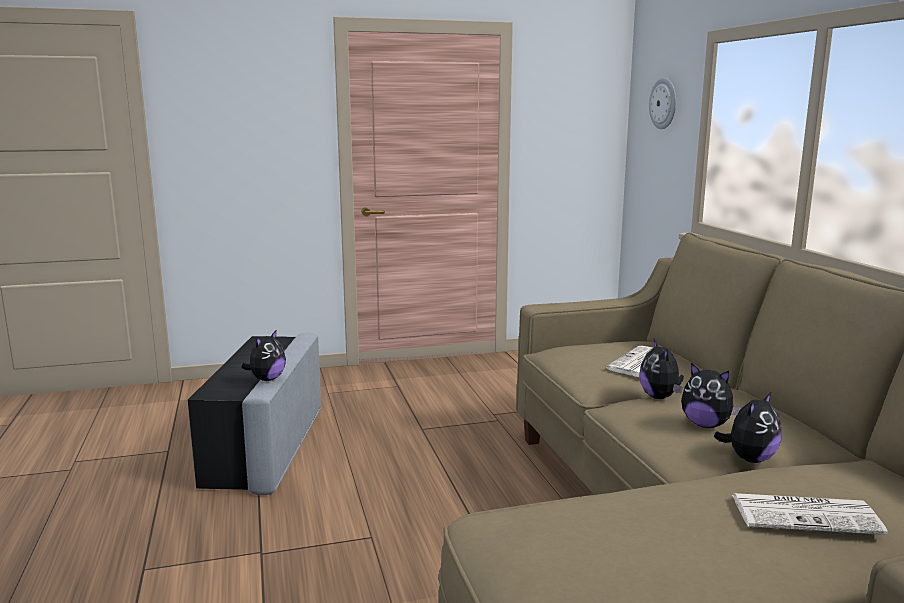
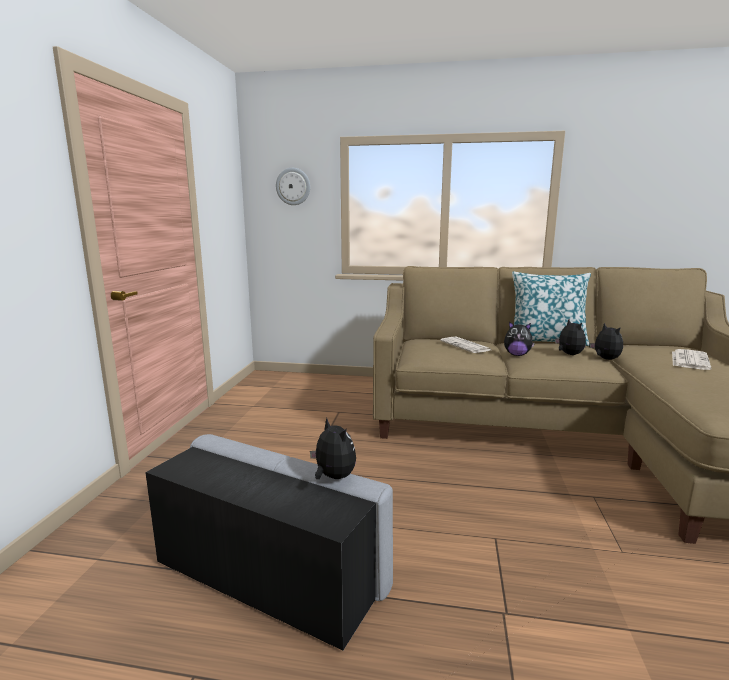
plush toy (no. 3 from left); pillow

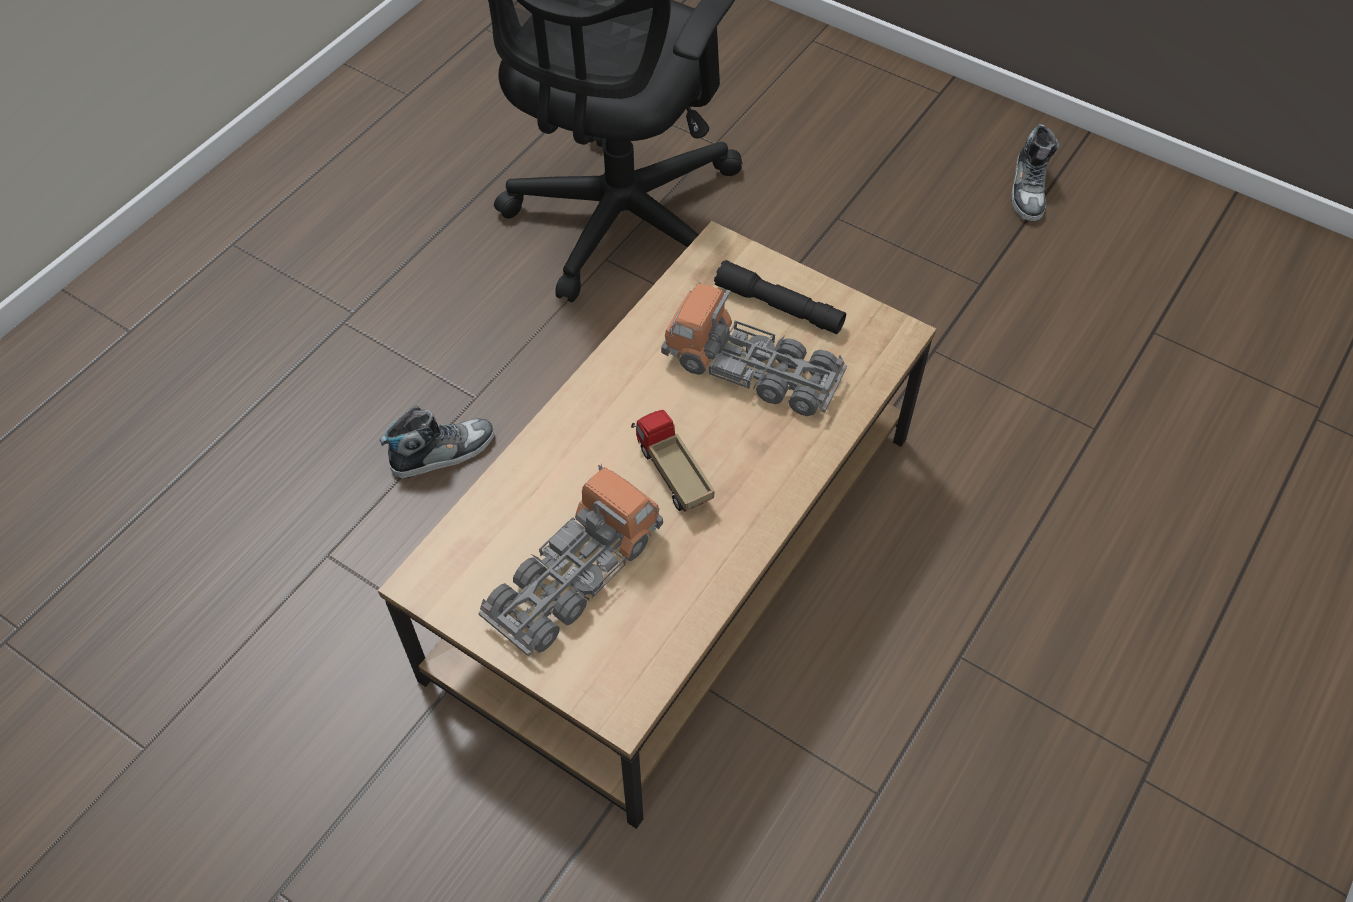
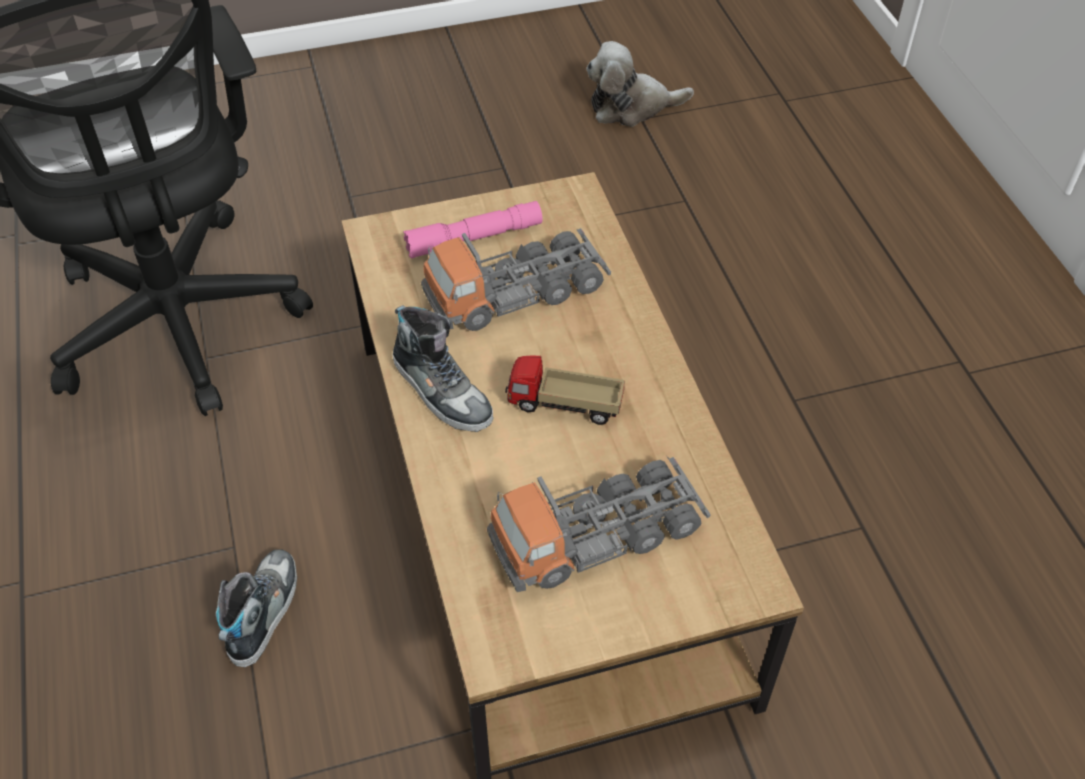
shoe (no. 2 from left); flashlight/pink; toy truck (no. 3 from left); plush toy

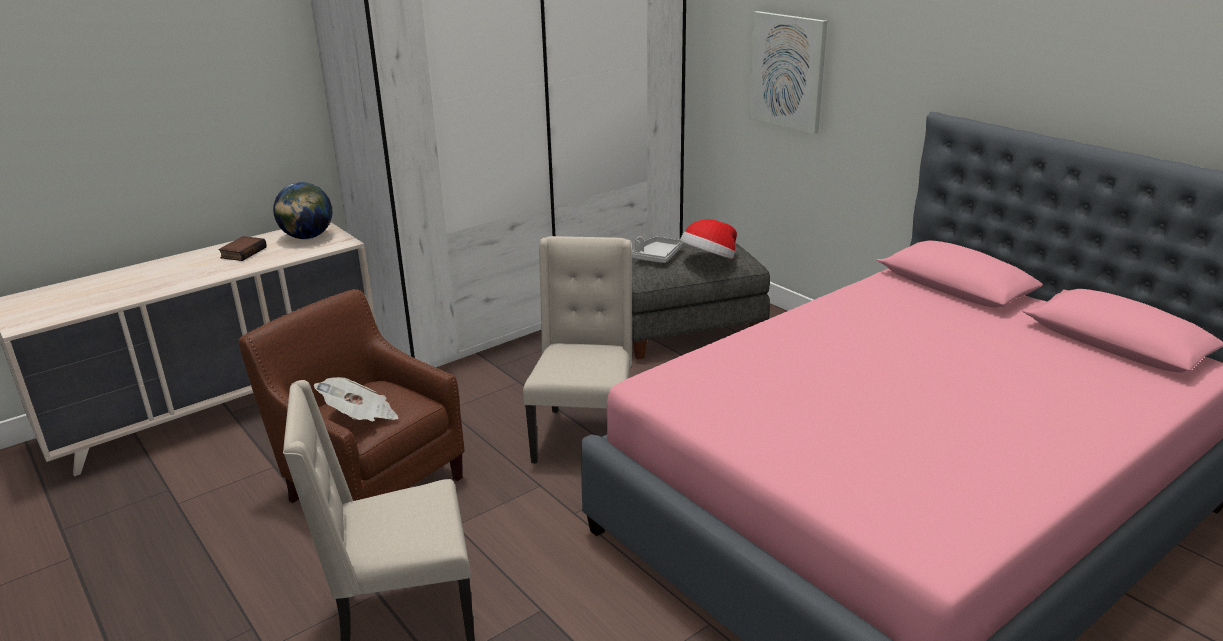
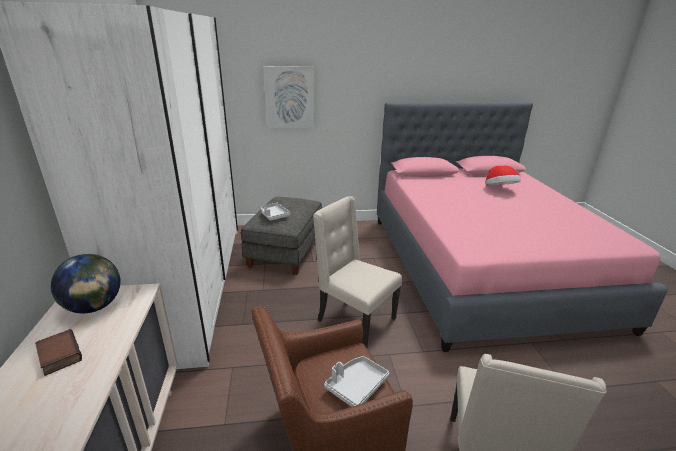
hat; tray/grey (no. 2 from left)

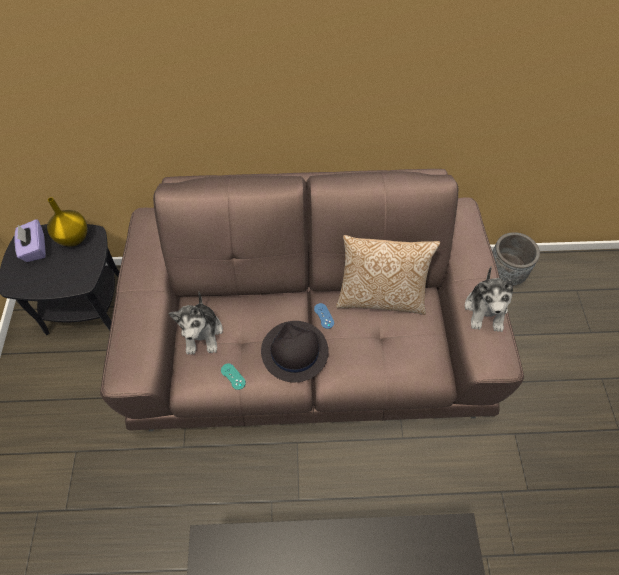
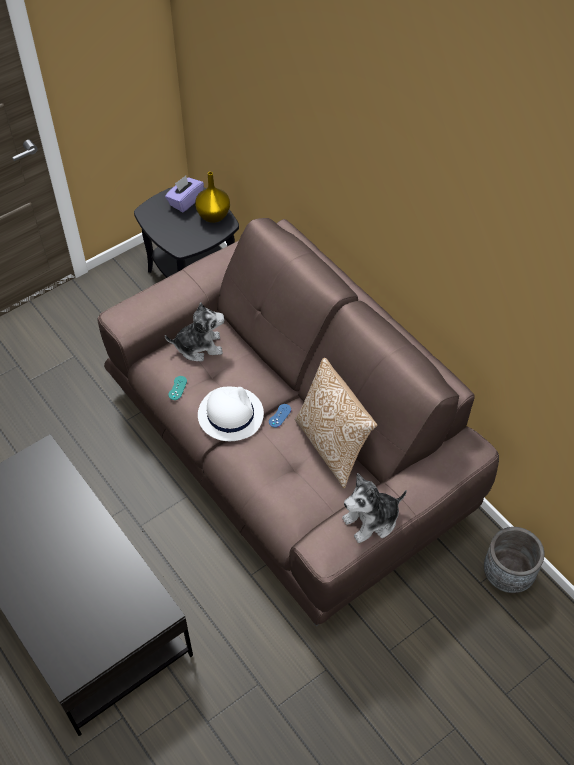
plush toy (no. 1 from left); hat/white

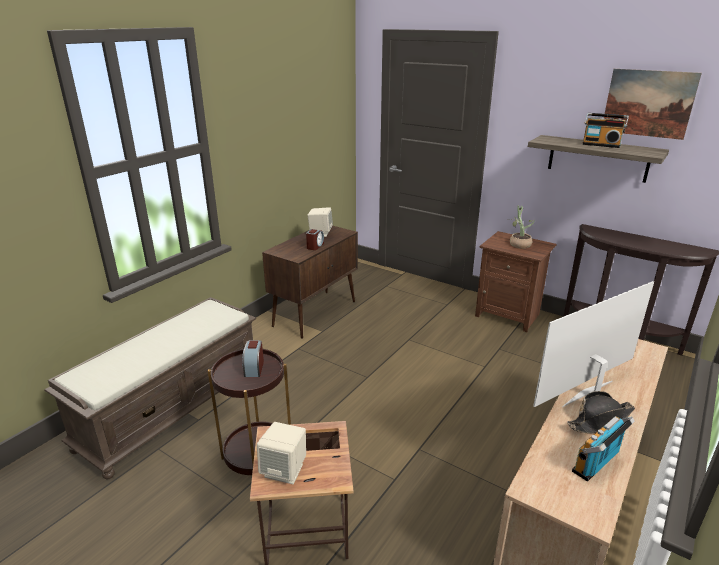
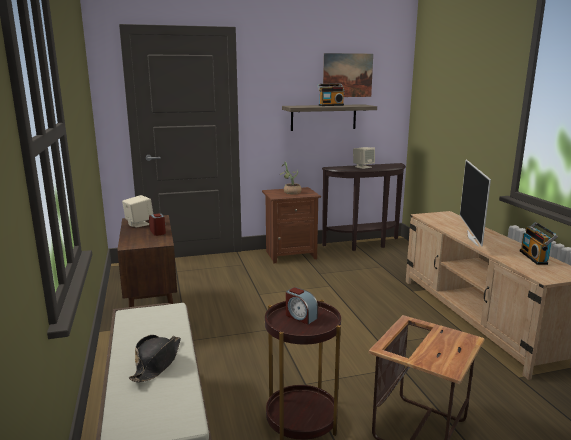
hat/black; speaker/beige (no. 2 from left)

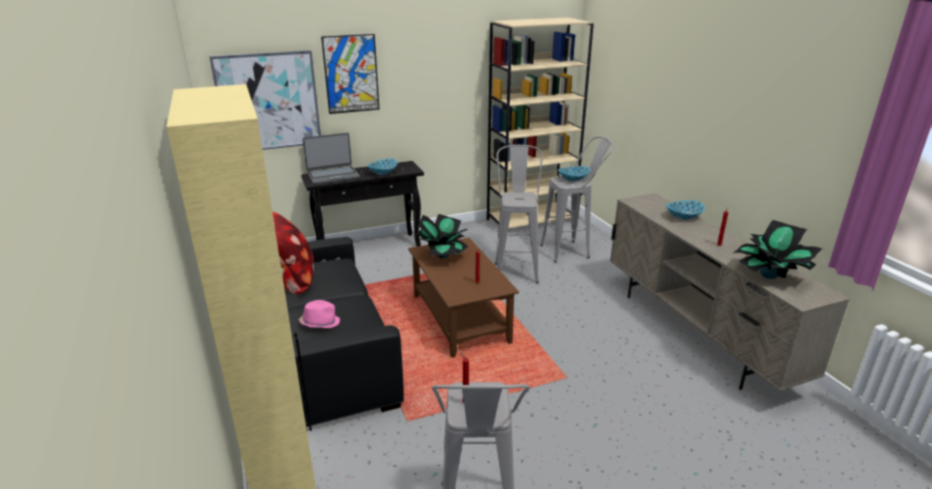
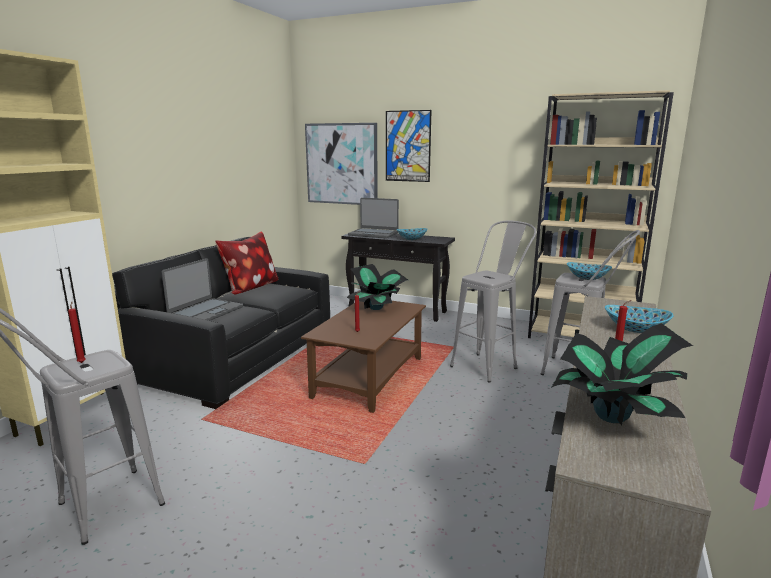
laptop (no. 1 from left)

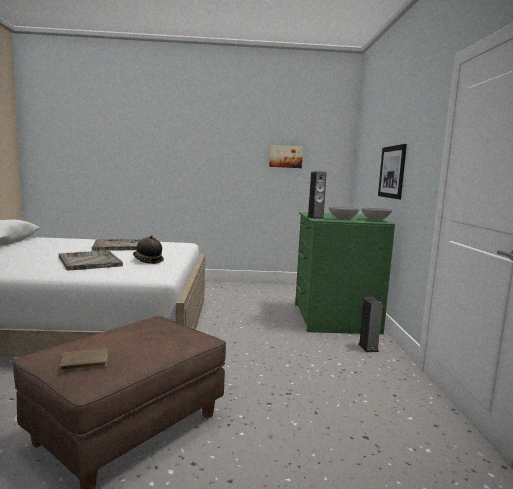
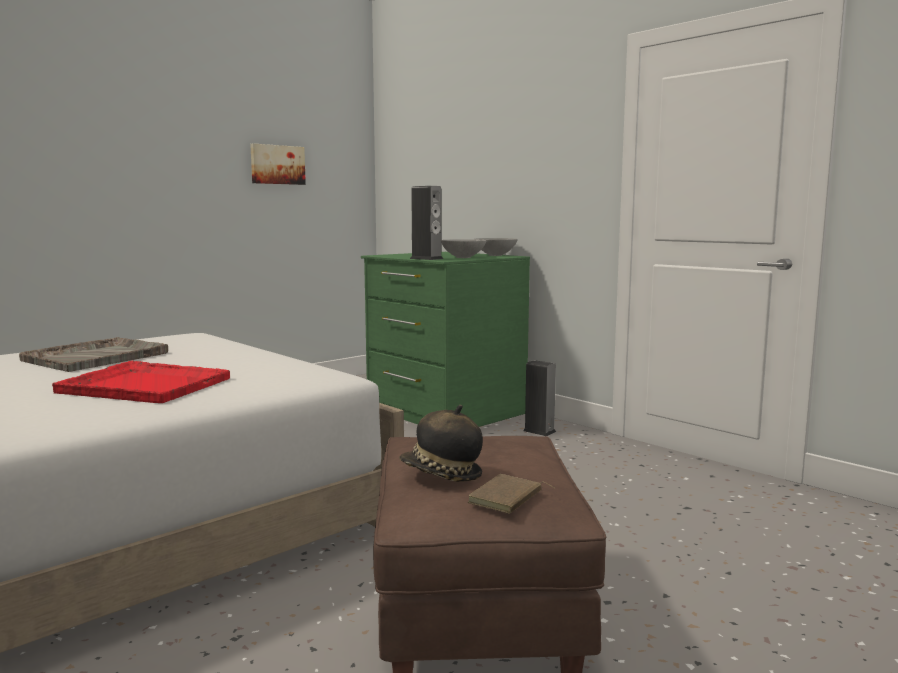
picture (no. 2 from left in the first image); hat; tray/red

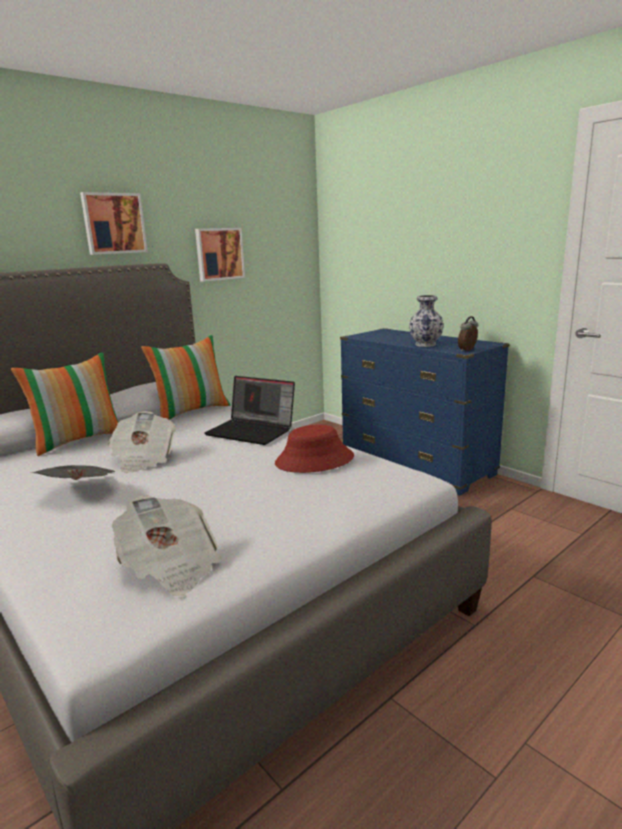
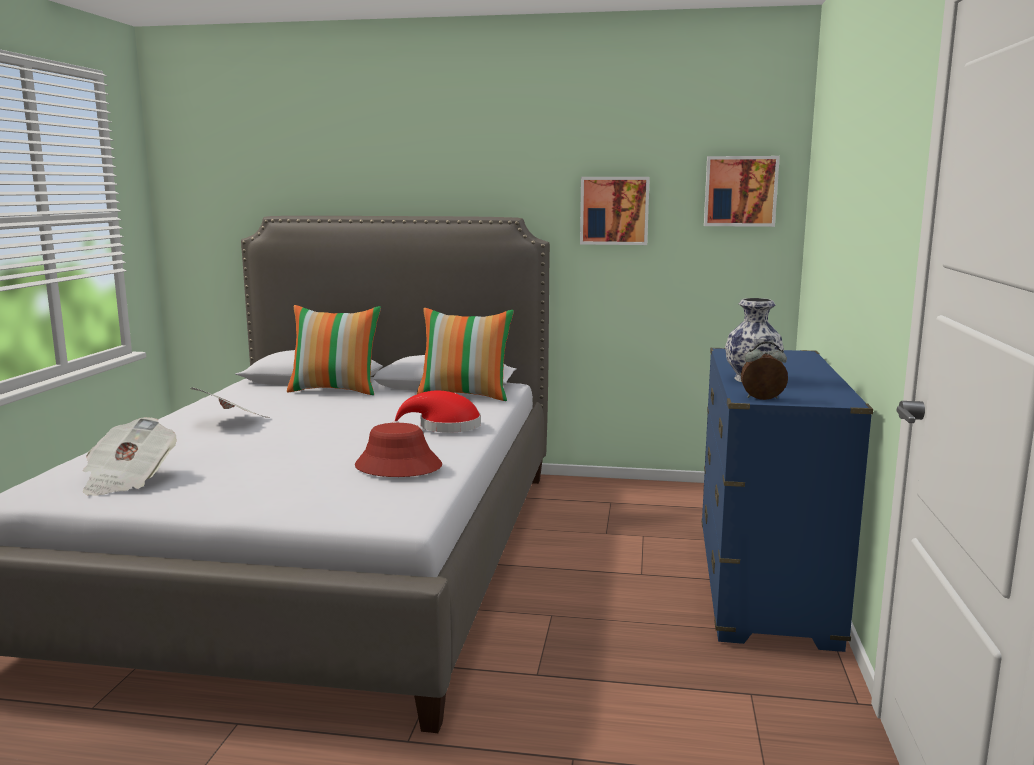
picture (no. 2 from left); hat/red (no. 2 from left); newspaper (no. 2 from left in the first image)

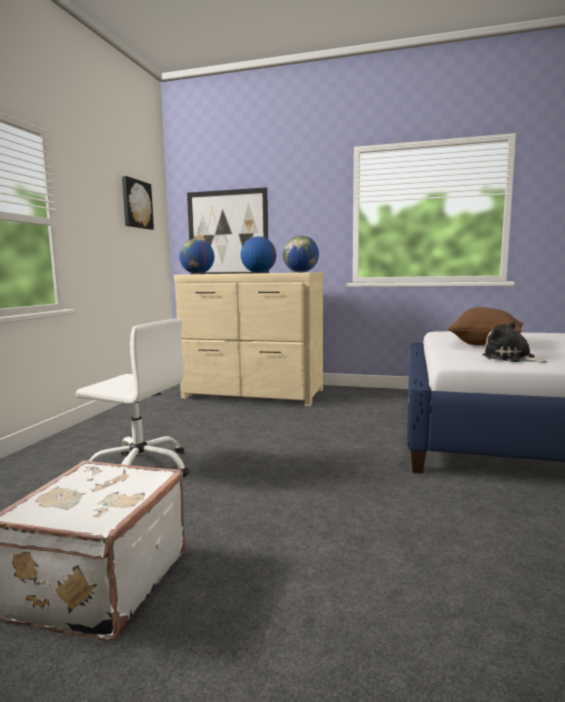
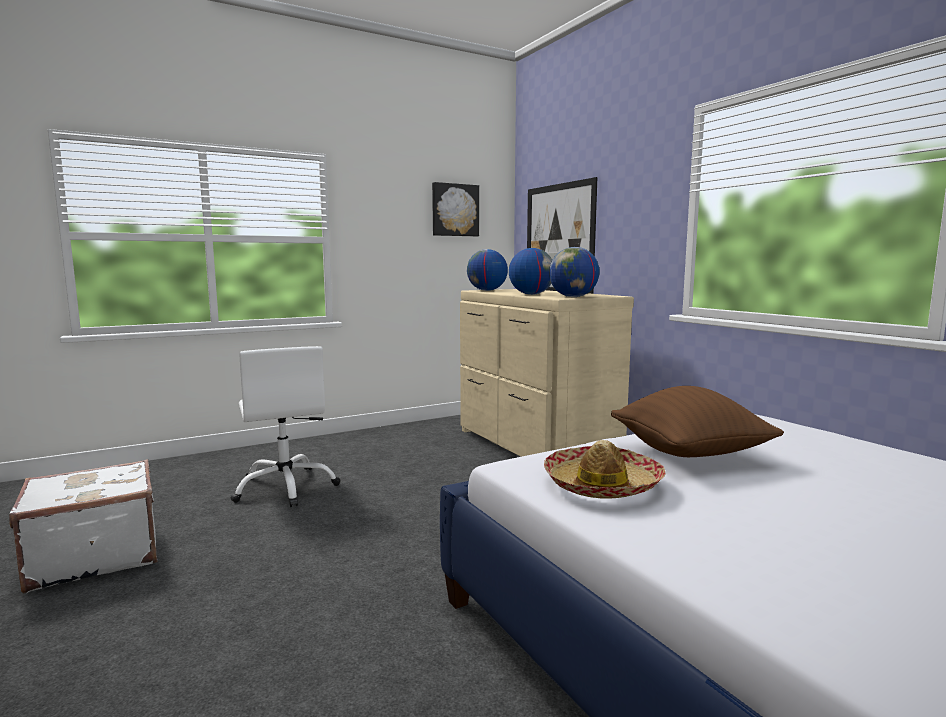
hat

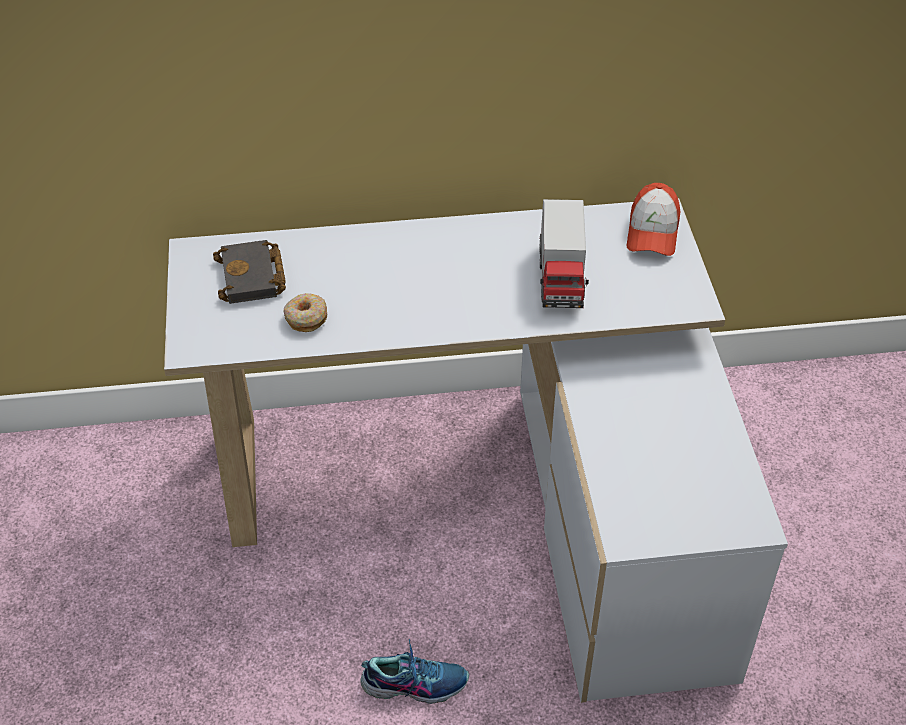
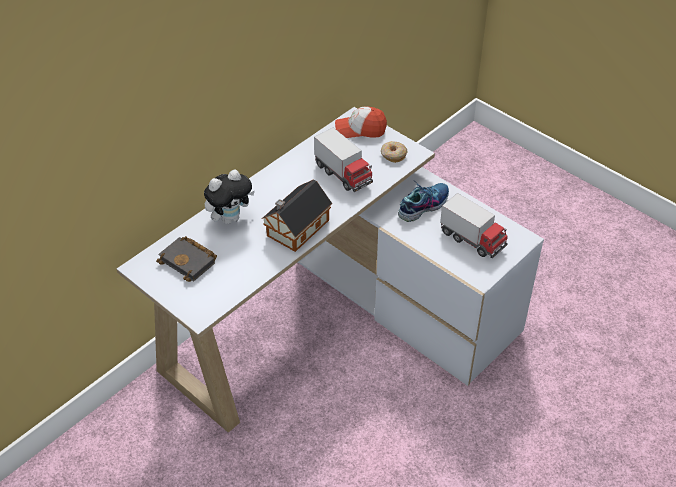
cap; donut; shoe; plush toy; toy house; toy truck (no. 2 from left)

